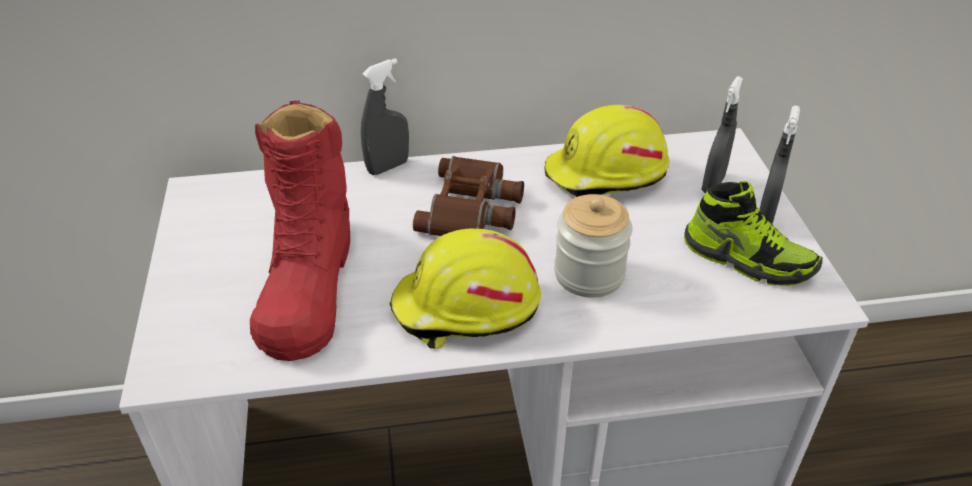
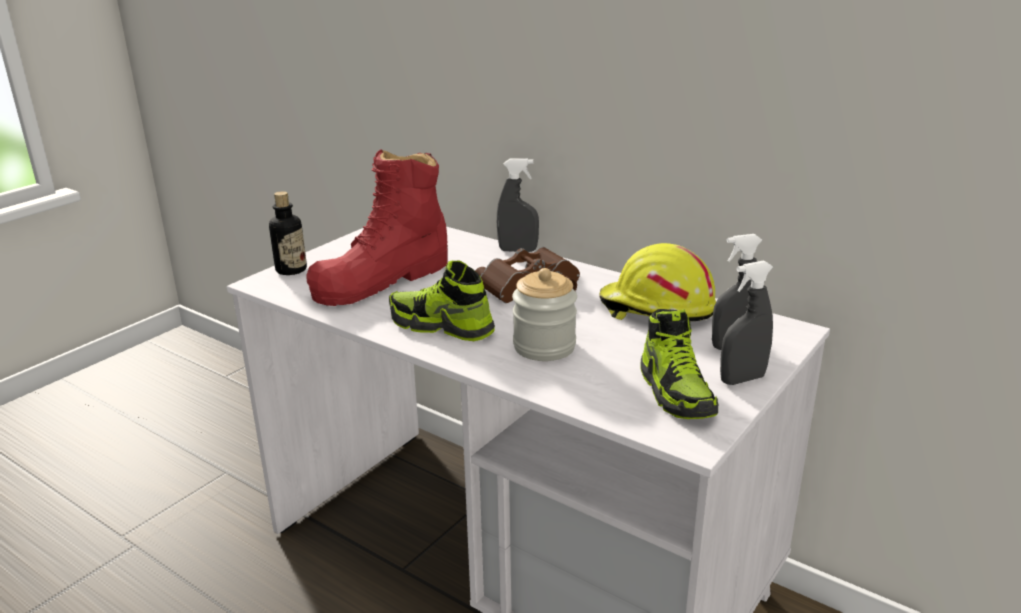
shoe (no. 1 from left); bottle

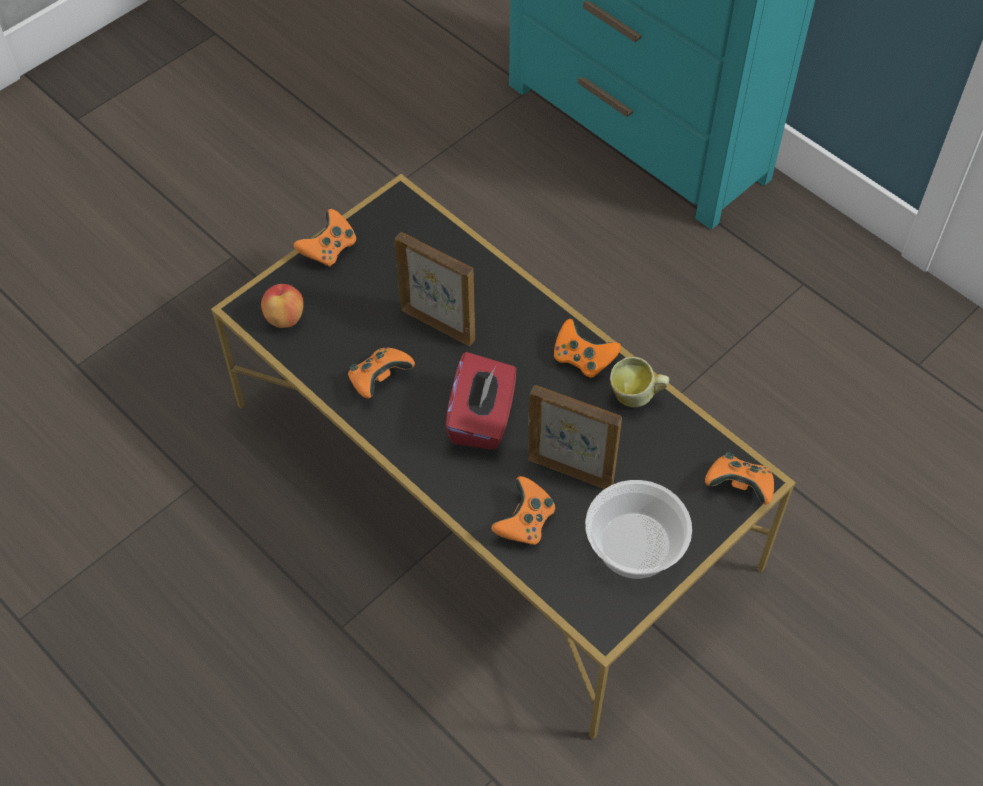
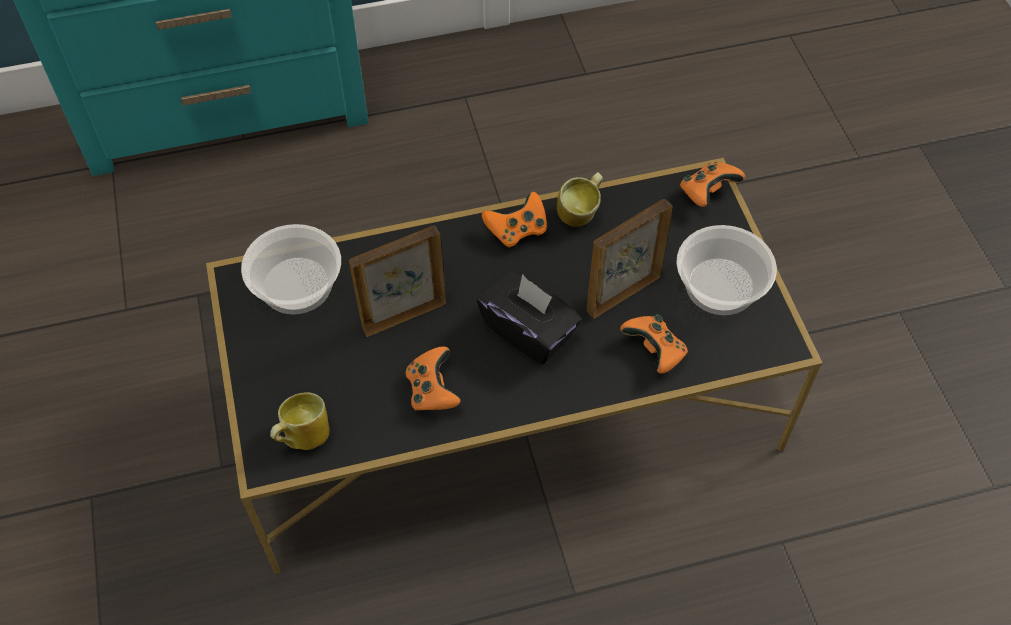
game controller/orange (no. 1 from left in the first image); mug (no. 1 from left); tissue box/black; bowl (no. 1 from left)

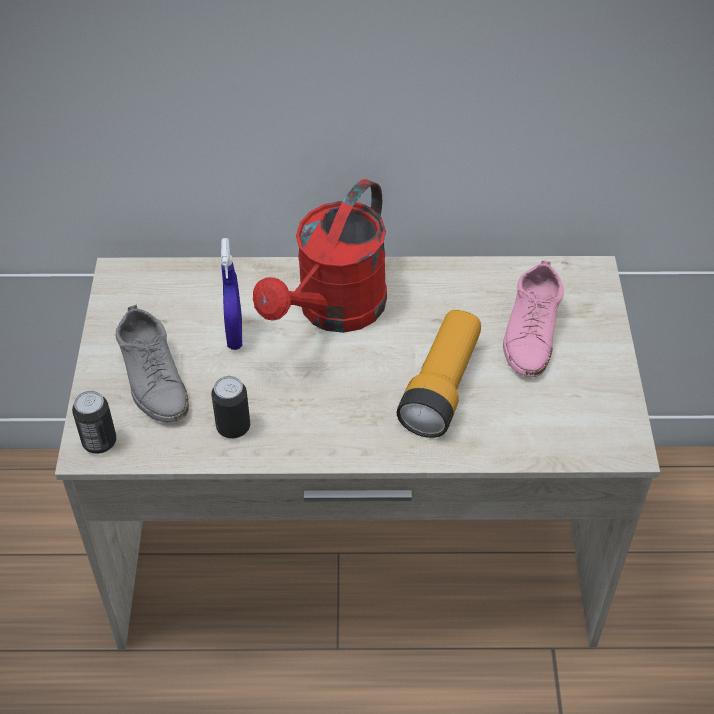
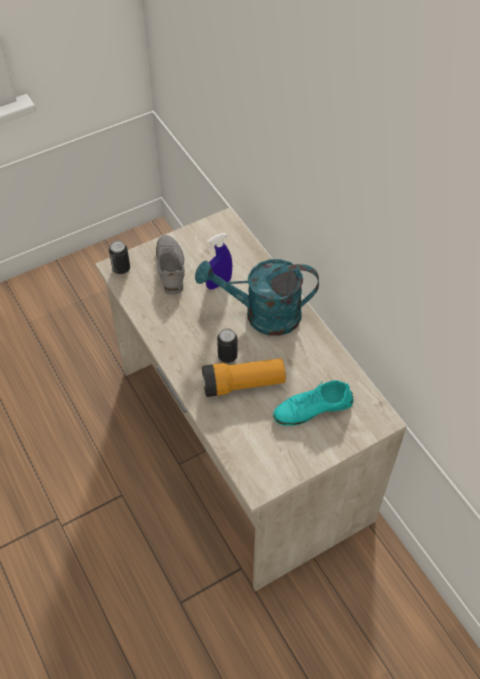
watering can/turquoise; shoe/turquoise; shoe/grey; can (no. 2 from left)

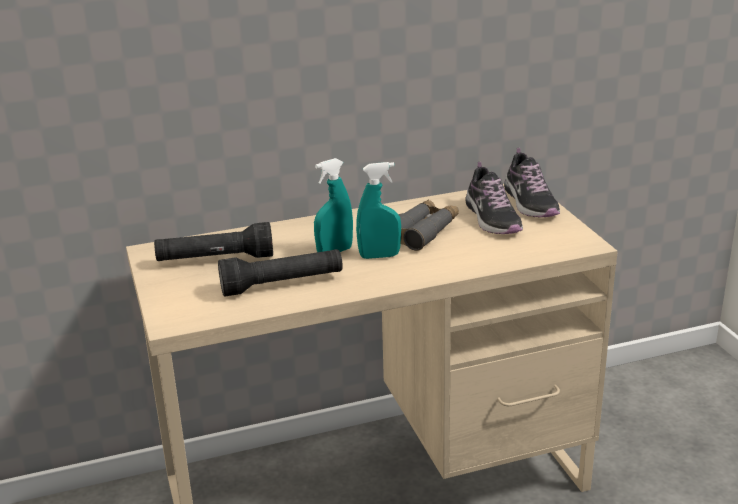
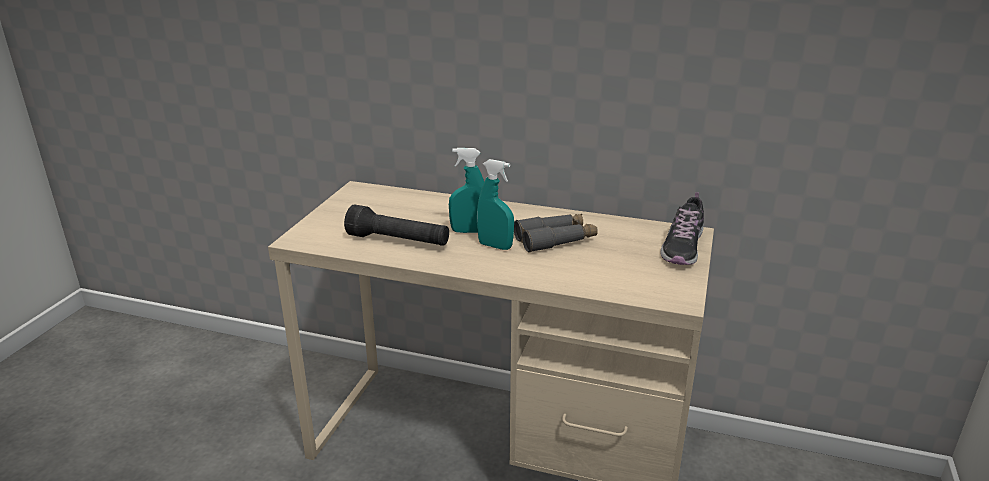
shoe (no. 1 from left in the first image); flashlight/black (no. 1 from left in the first image)

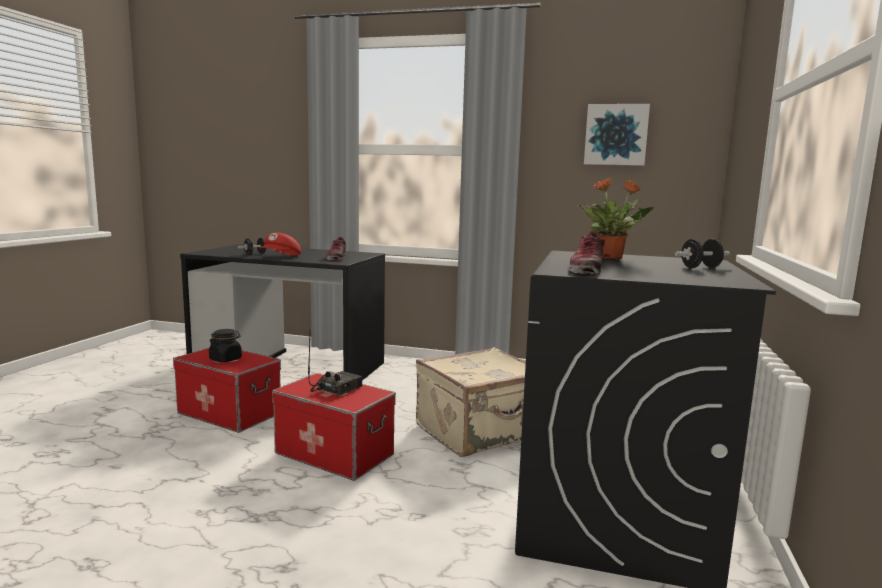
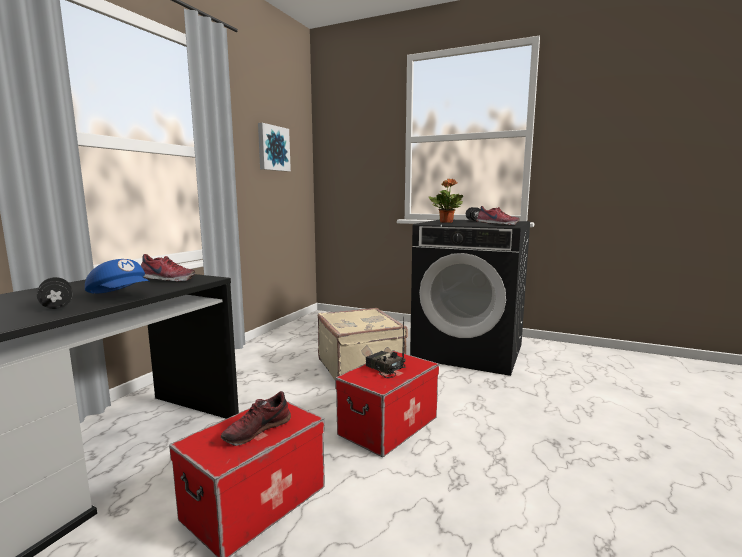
cap/blue; shoe (no. 2 from left)

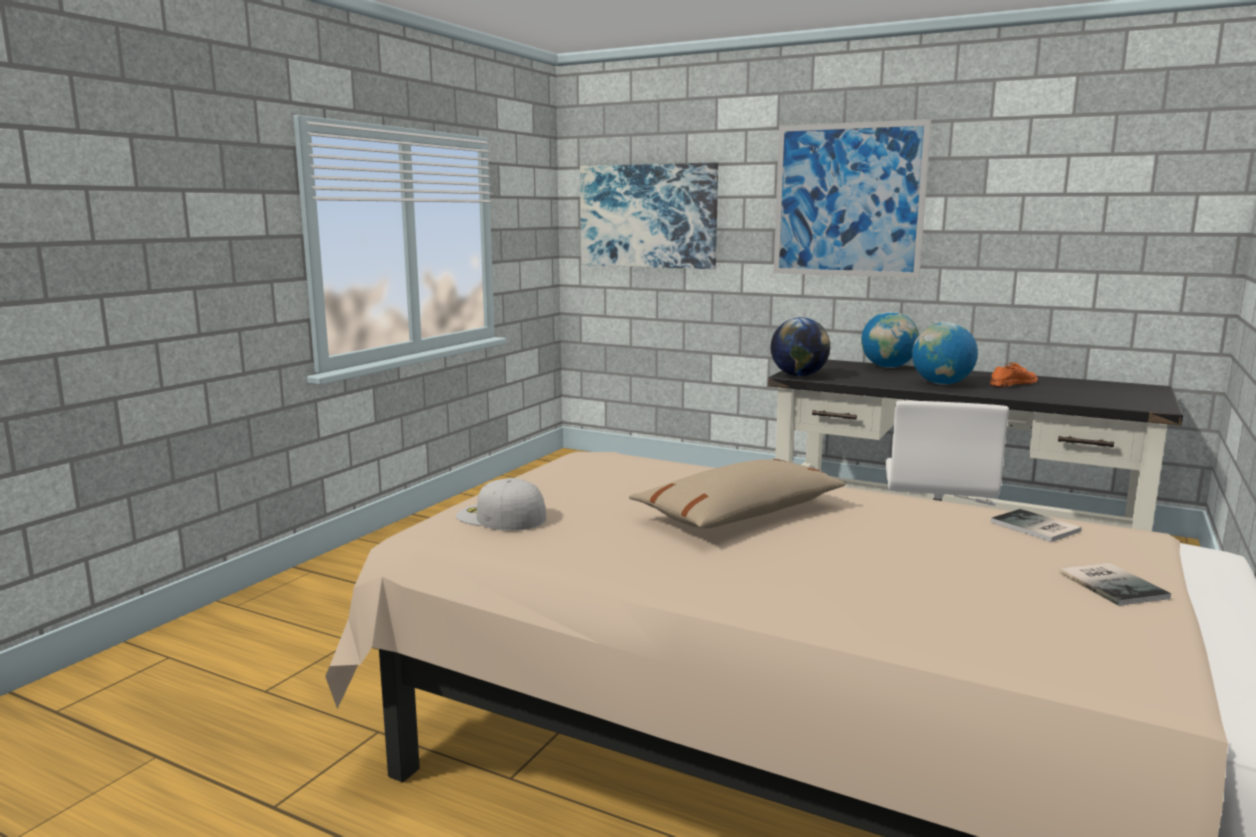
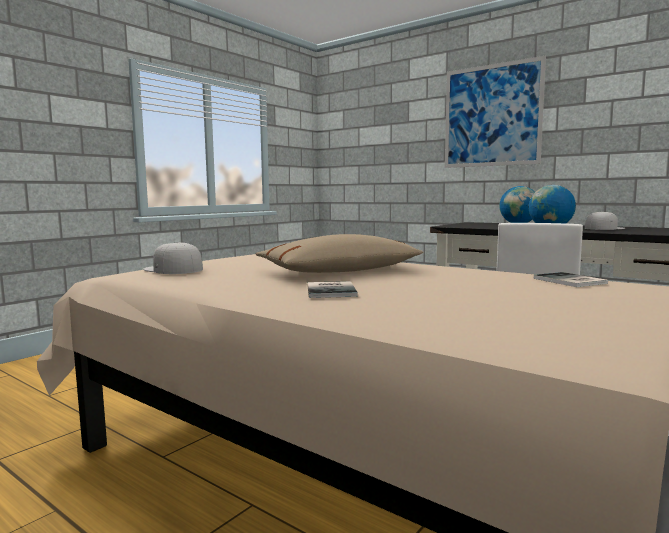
picture (no. 1 from left in the first image); globe (no. 1 from left in the first image); cap/white (no. 2 from left); book (no. 1 from left)

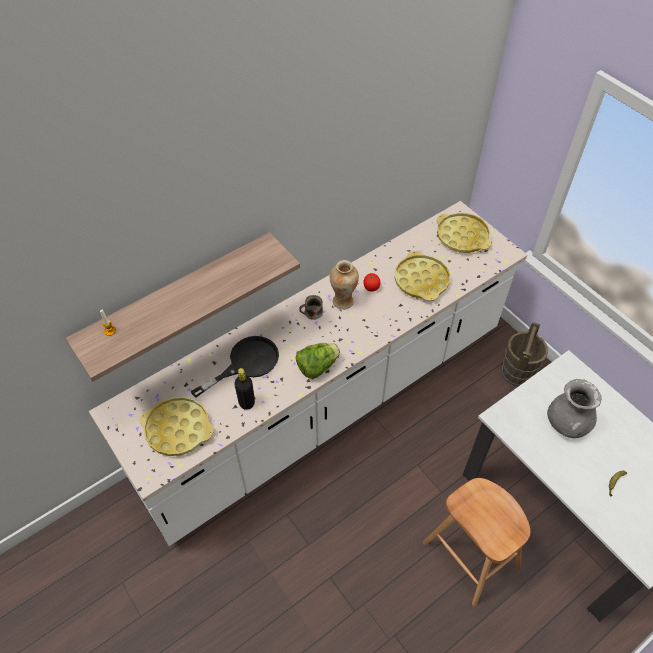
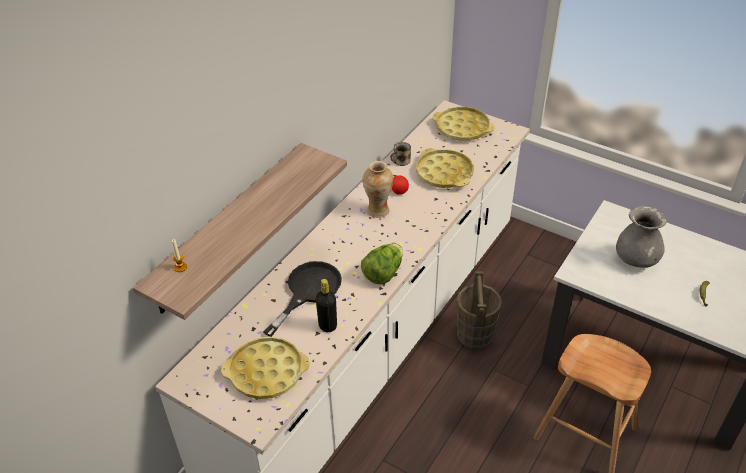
mug; bucket/brown

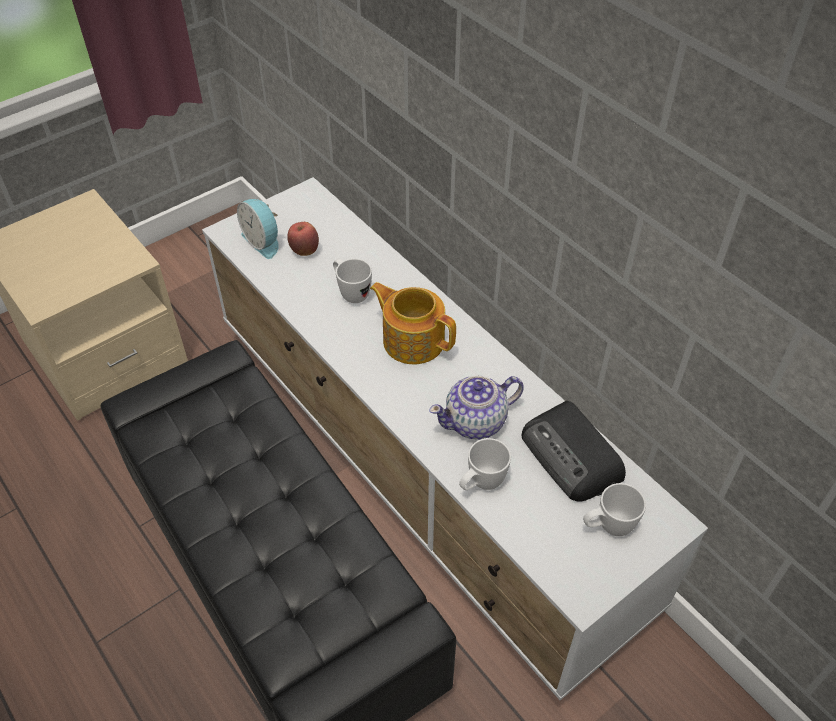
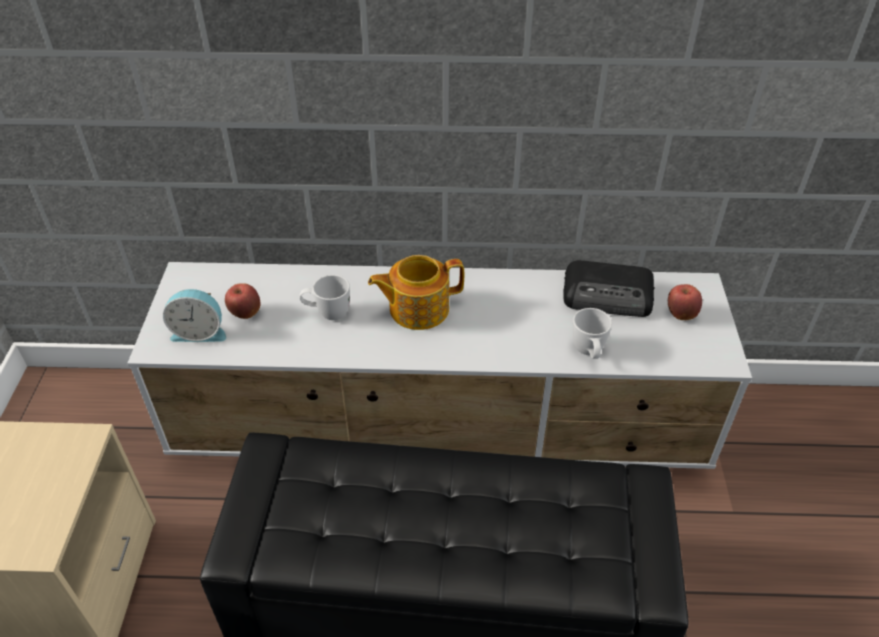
teapot (no. 2 from left in the first image); apple (no. 2 from left)

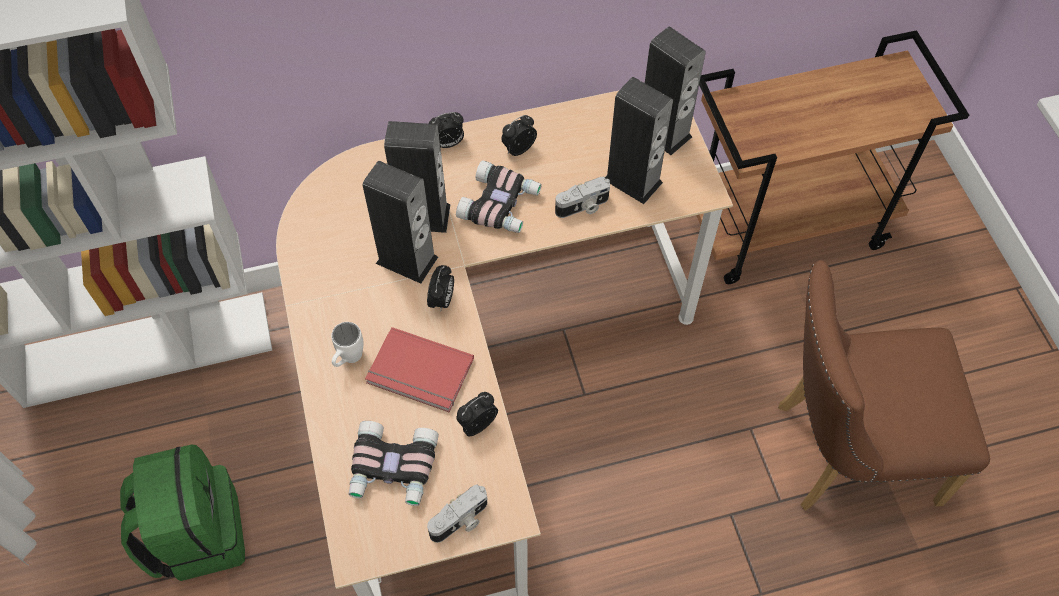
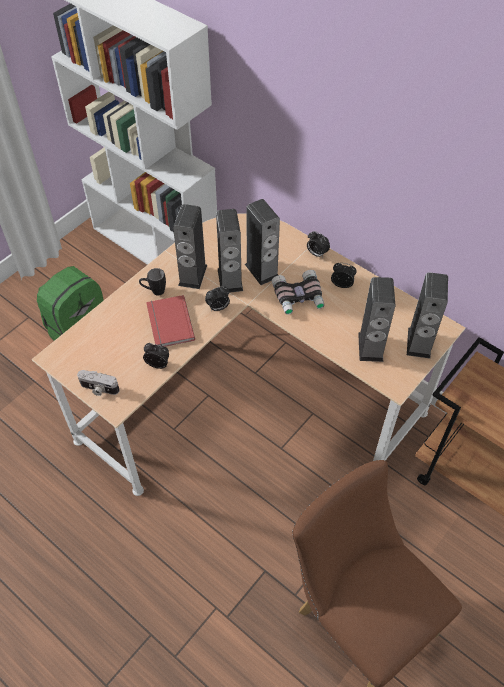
photo camera (no. 2 from left in the first image); mug/black; binoculars (no. 1 from left in the first image); speaker (no. 1 from left)

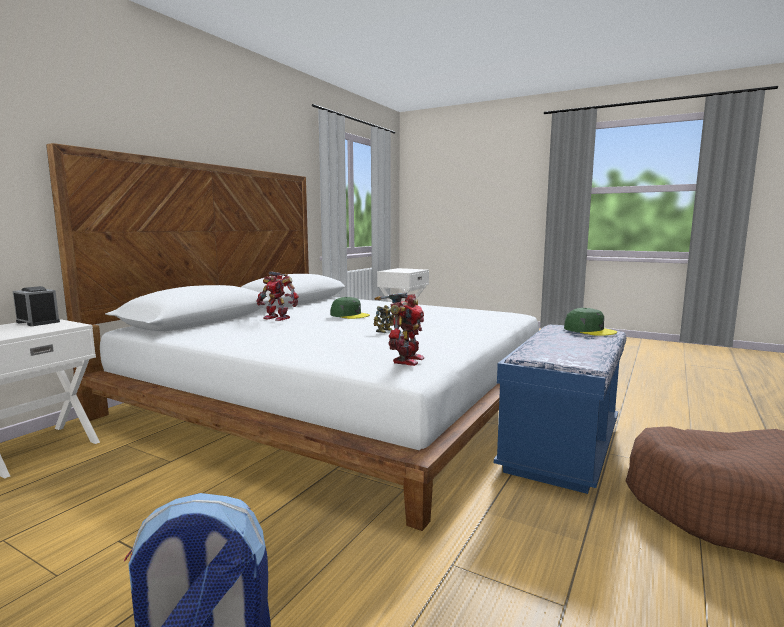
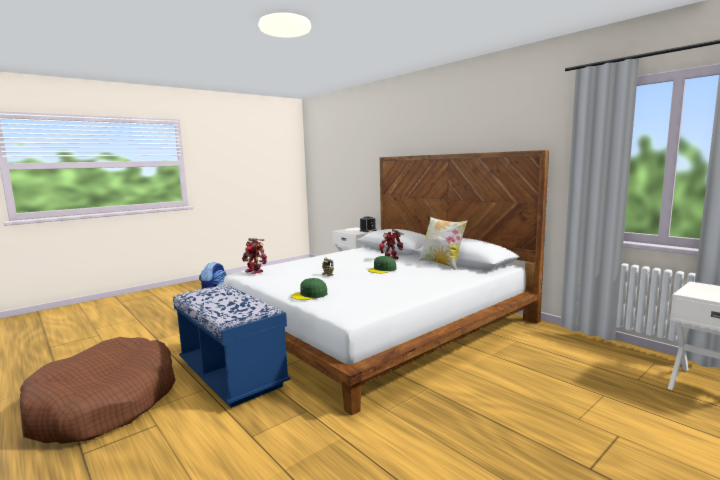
cap/green (no. 1 from left); pillow

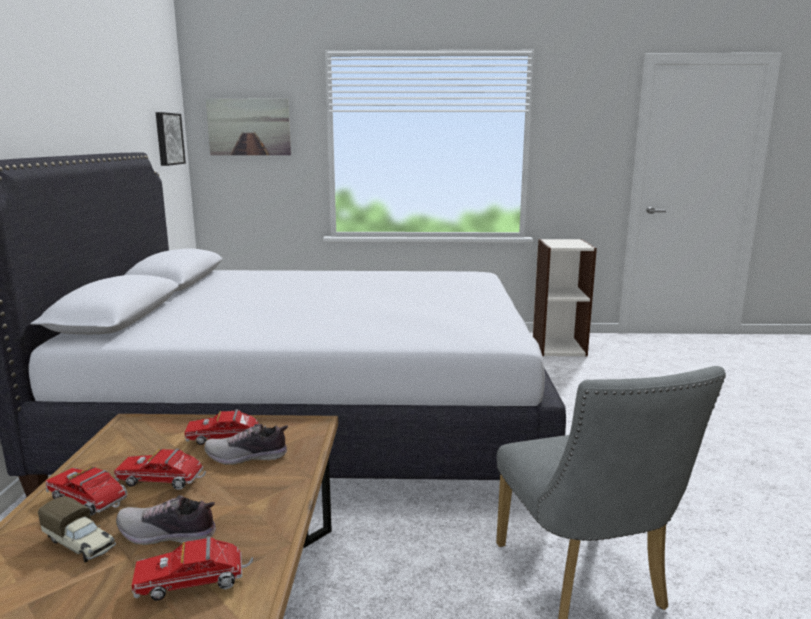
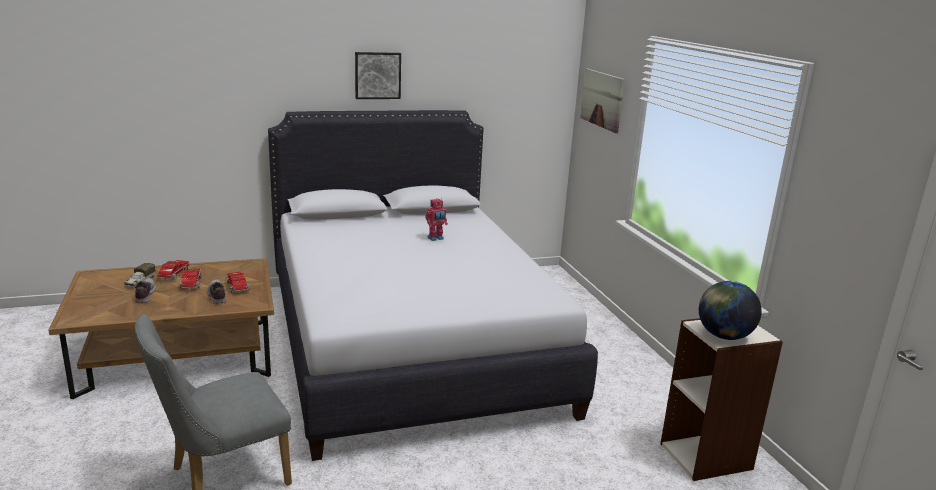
picture (no. 1 from left); toy truck (no. 4 from left in the first image); toy robot; globe

